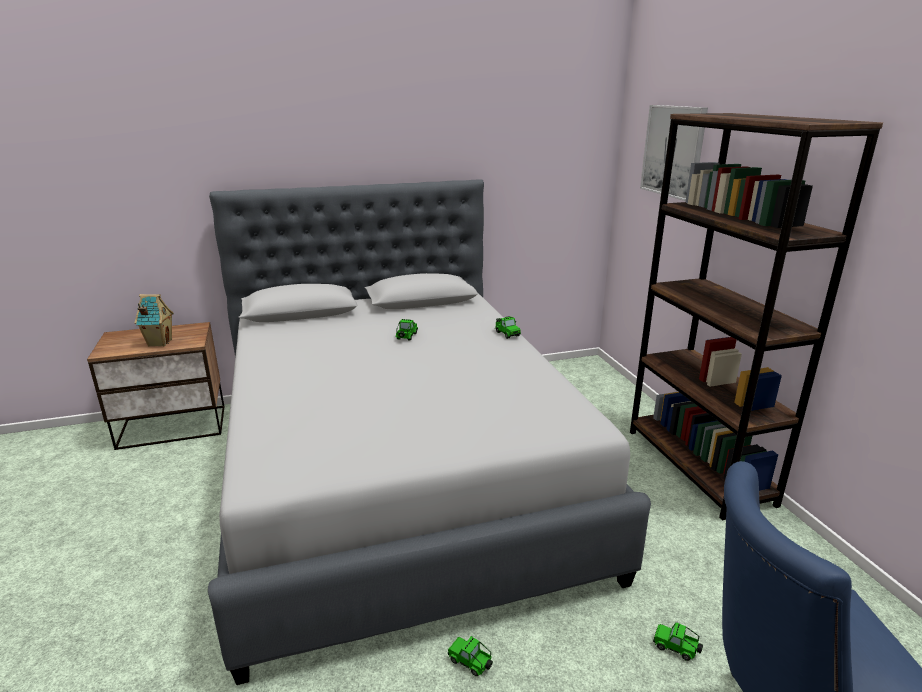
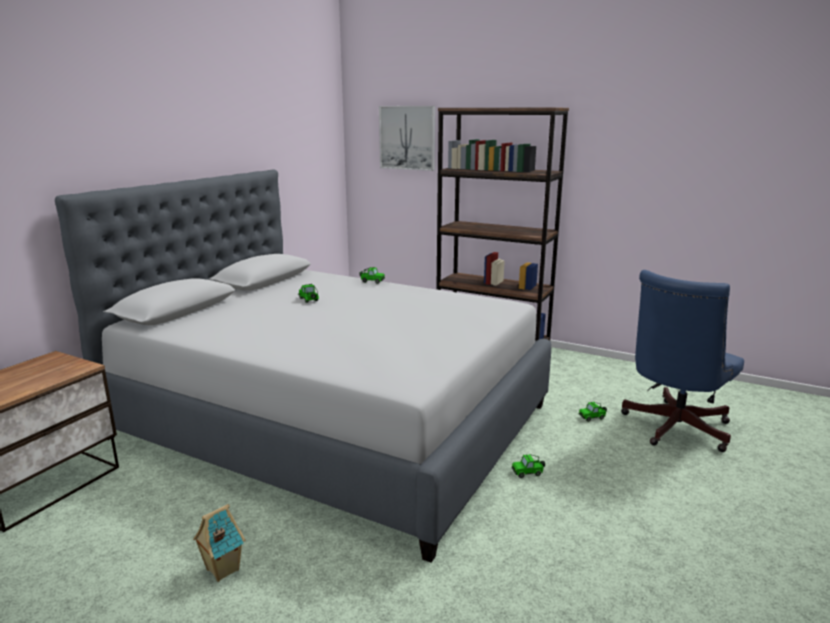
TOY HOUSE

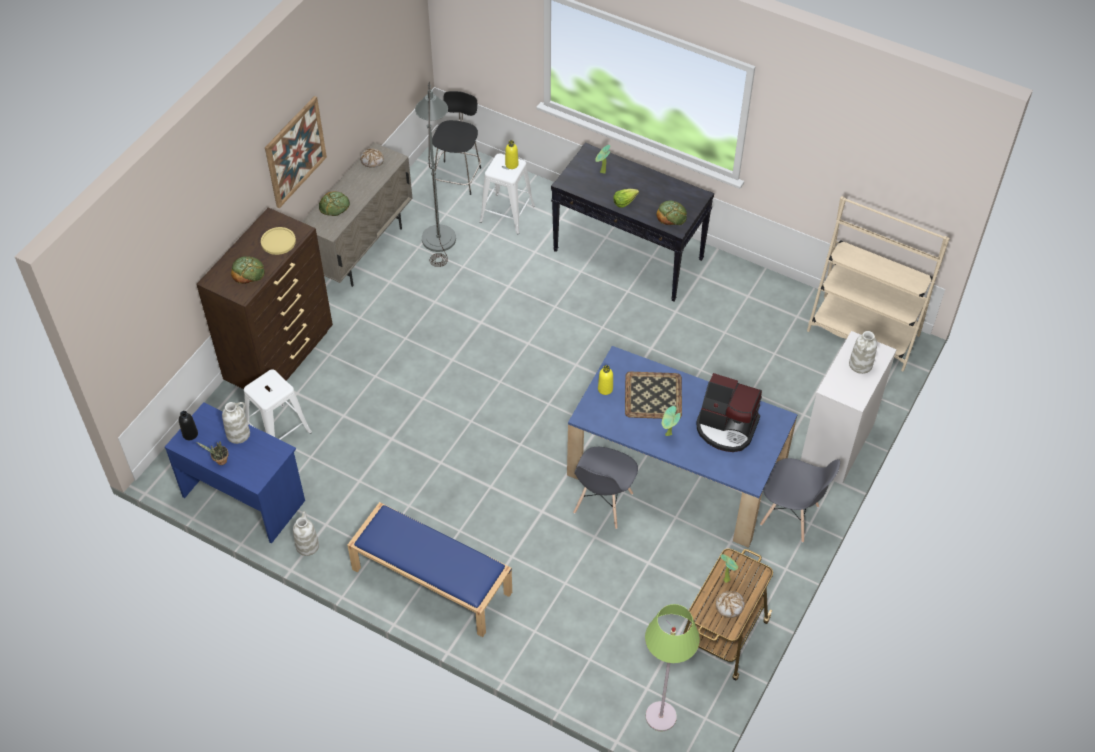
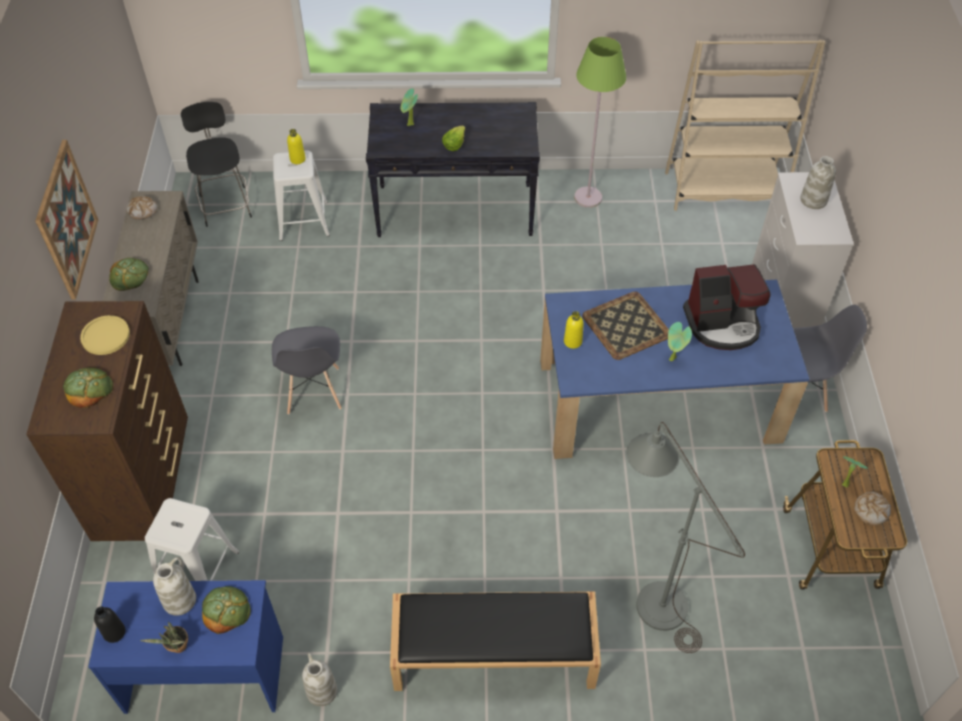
GREYISH STANDING LAMP; BAKED BREAD (4th from left); GREYISH UPRIGHT CHAIR (1st from left); BLACK LONG SEAT; GREEN-COLOURED STANDING LAMP

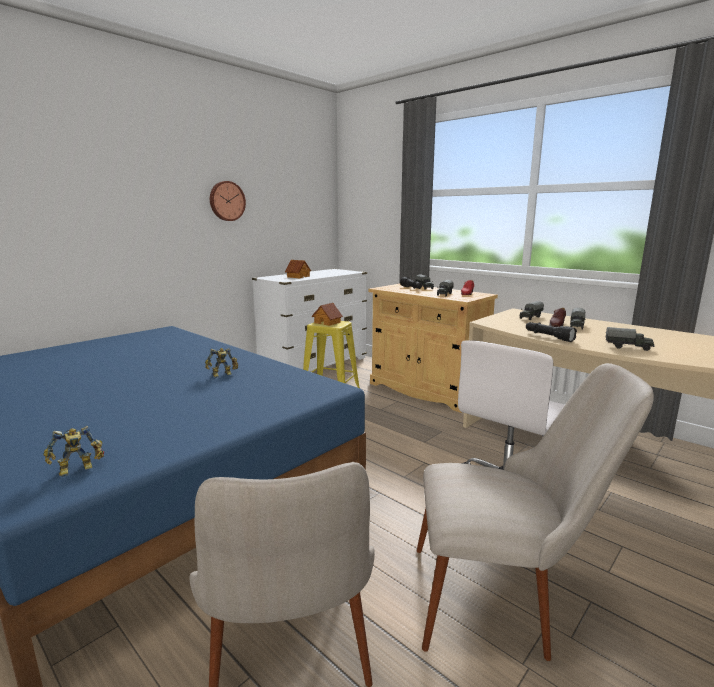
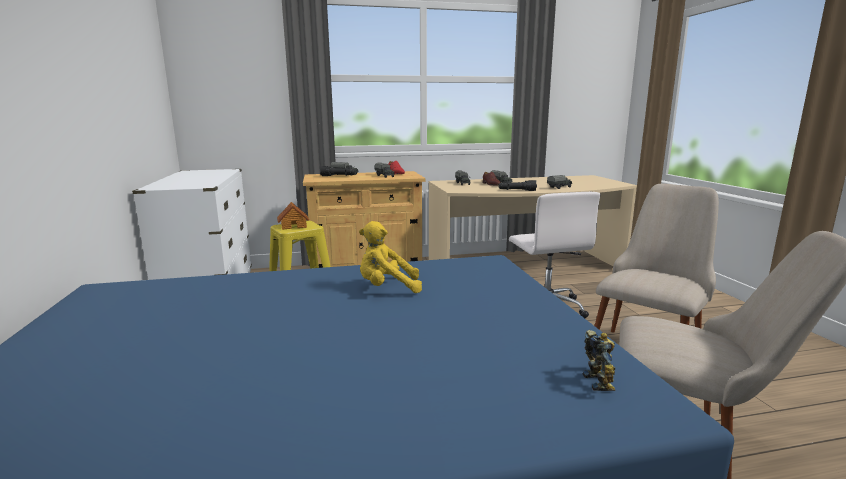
HANGING CLOCK; TOY HOUSE (1st from left in the first image); YELLOW-COLOURED PLUSH TOY

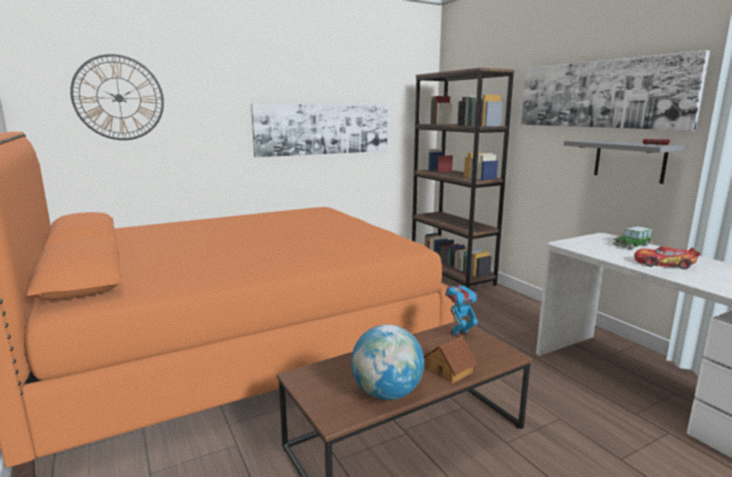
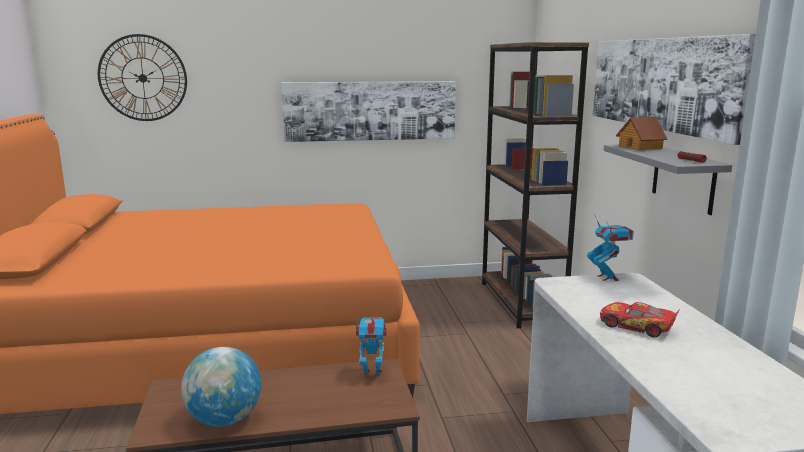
MINIATURE CAR (1st from left in the first image); TOY HOUSE; ROBOT FIGURE (2nd from left)

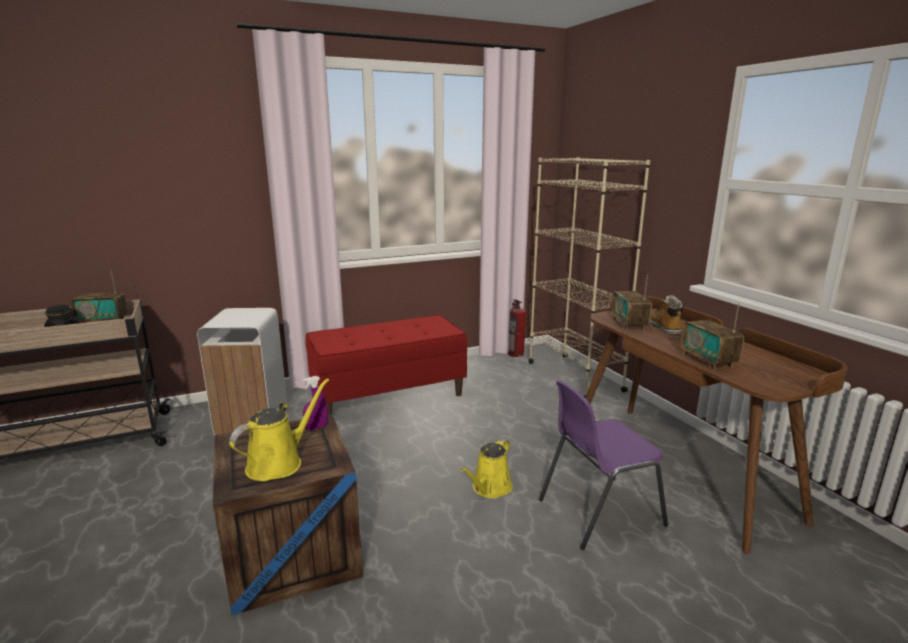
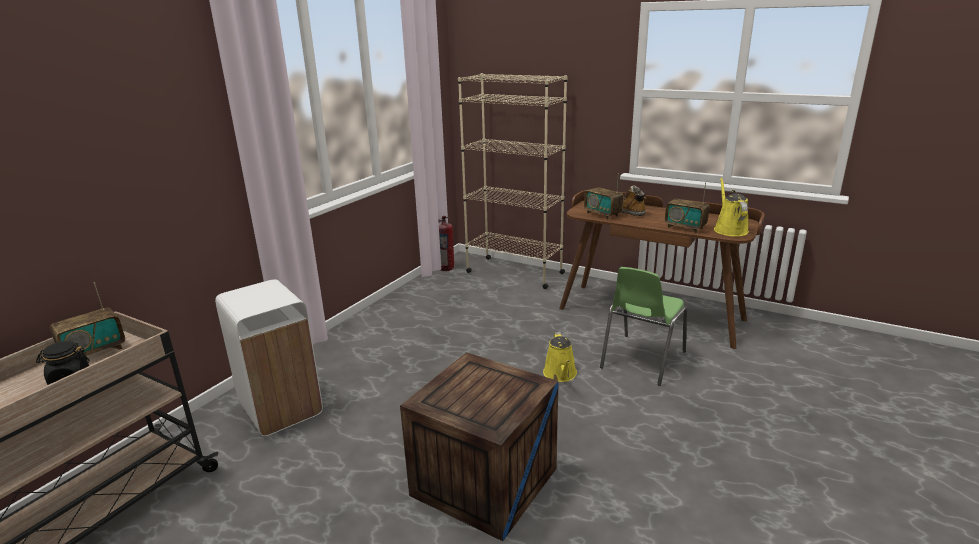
REDDISH LONG SEAT; PURPLISH SPRAY BOTTLE; YELLOW-COLOURED WATERING CAN (2nd from left); GREEN-COLOURED UPRIGHT CHAIR

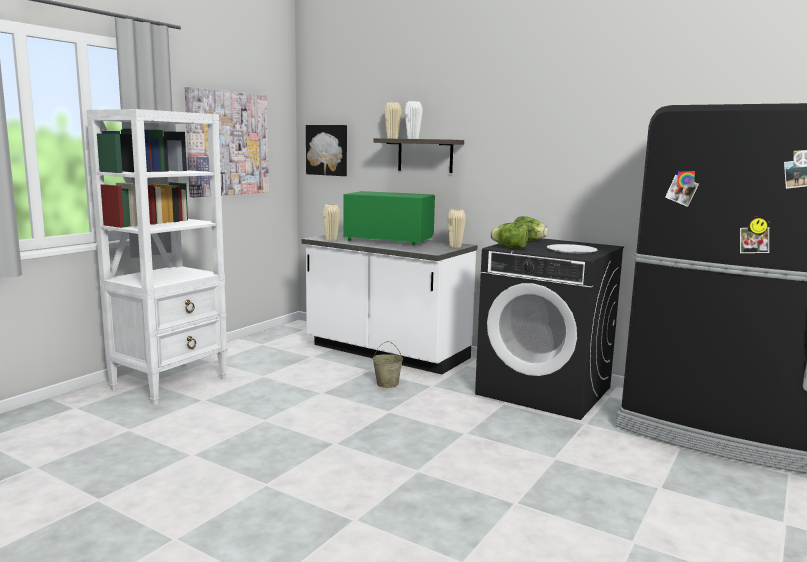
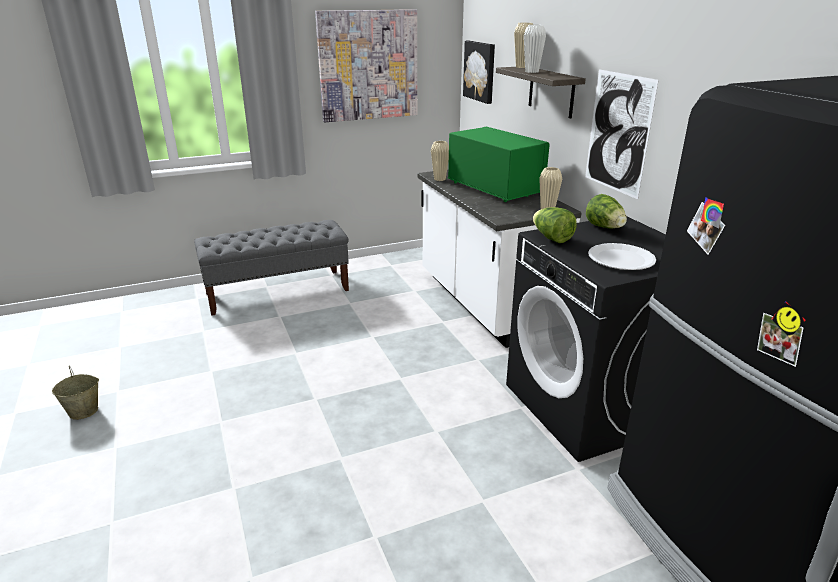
GREYISH LONG SEAT; SAND-COLOURED PAIL; WALL PICTURE (3rd from left)

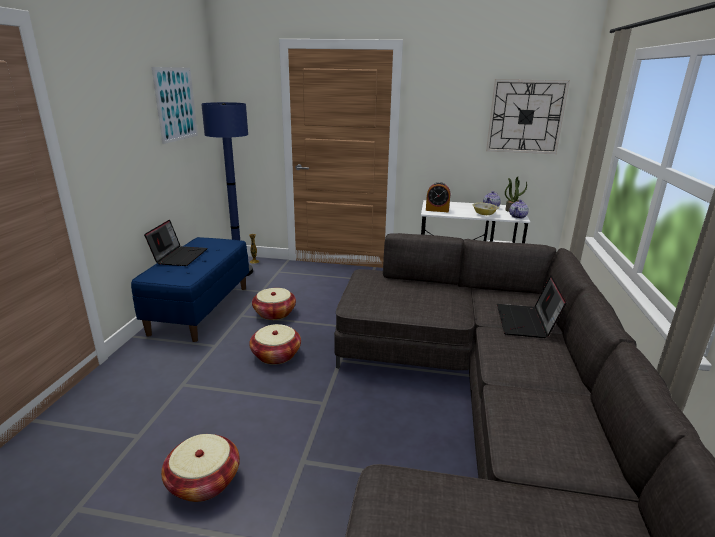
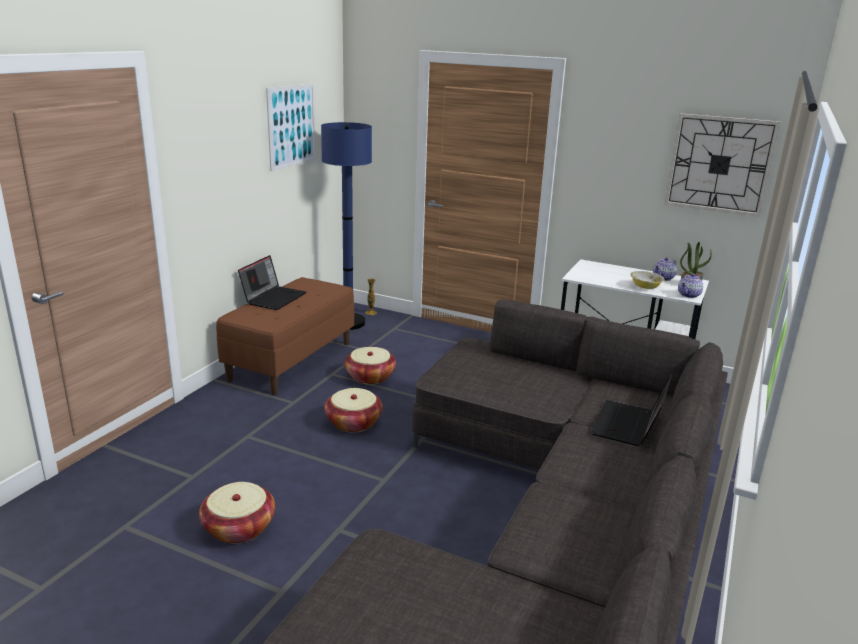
TABLE CLOCK; BROWNISH LONG SEAT

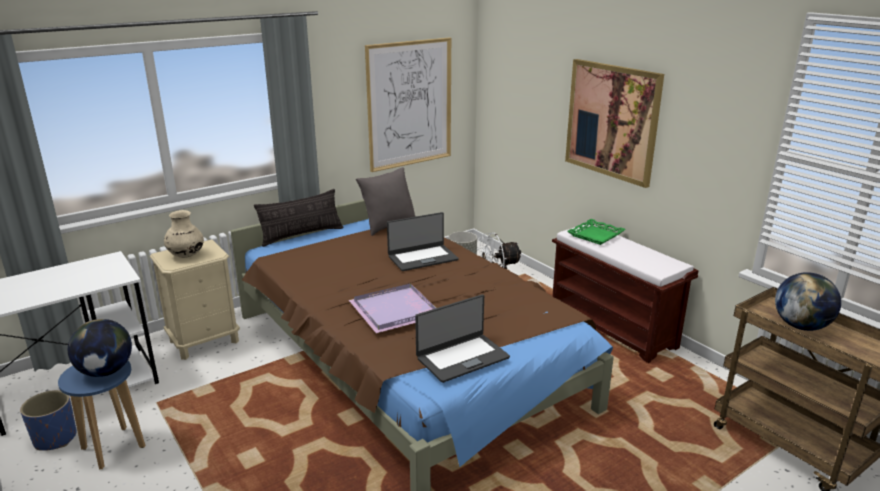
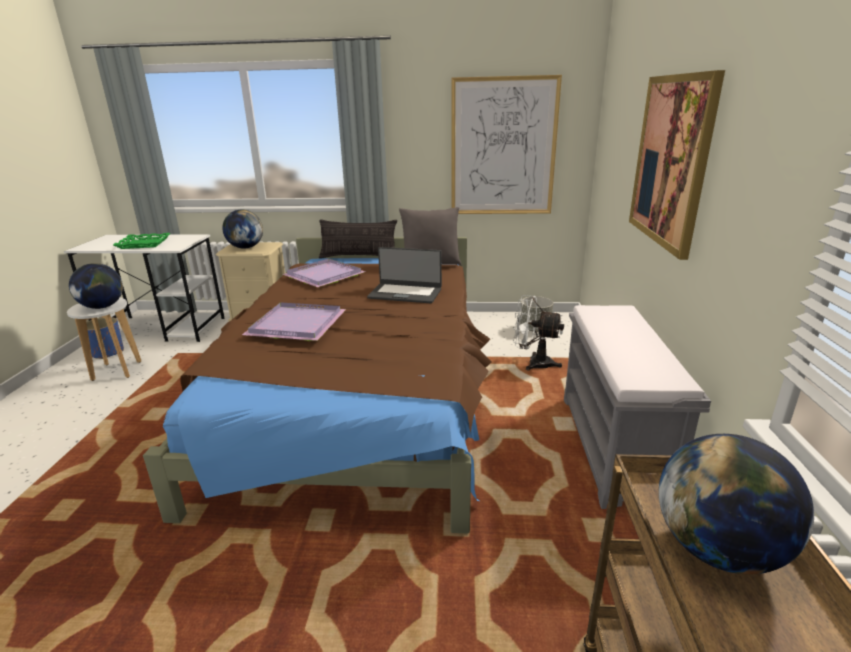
GLOBE (2nd from left); GREEN-COLOURED TRAY; GREYISH LONG SEAT; PORTABLE COMPUTER (2nd from left in the first image); WHITE-COLOURED STOOL; PURPLISH TRAY (2nd from left)

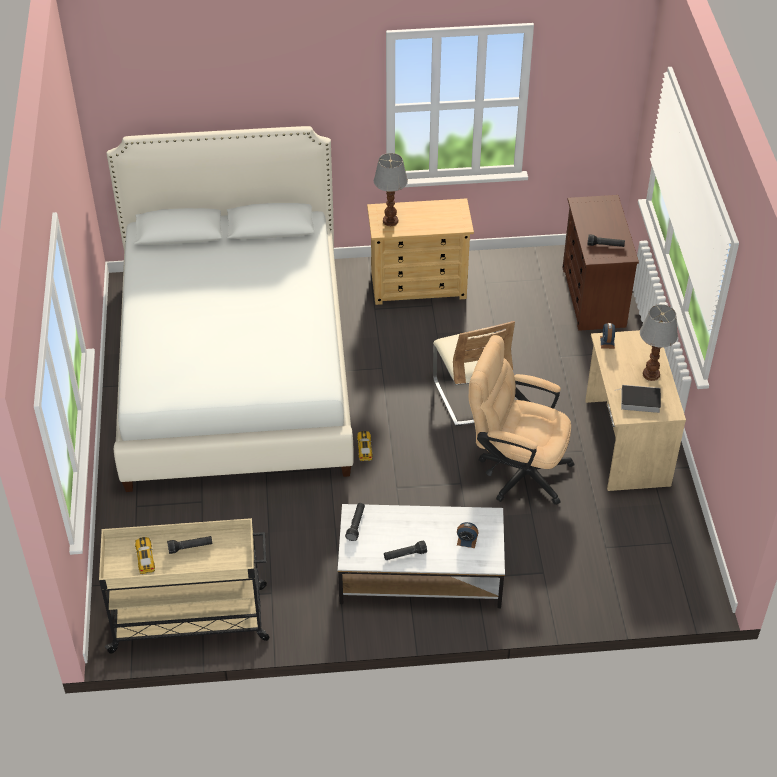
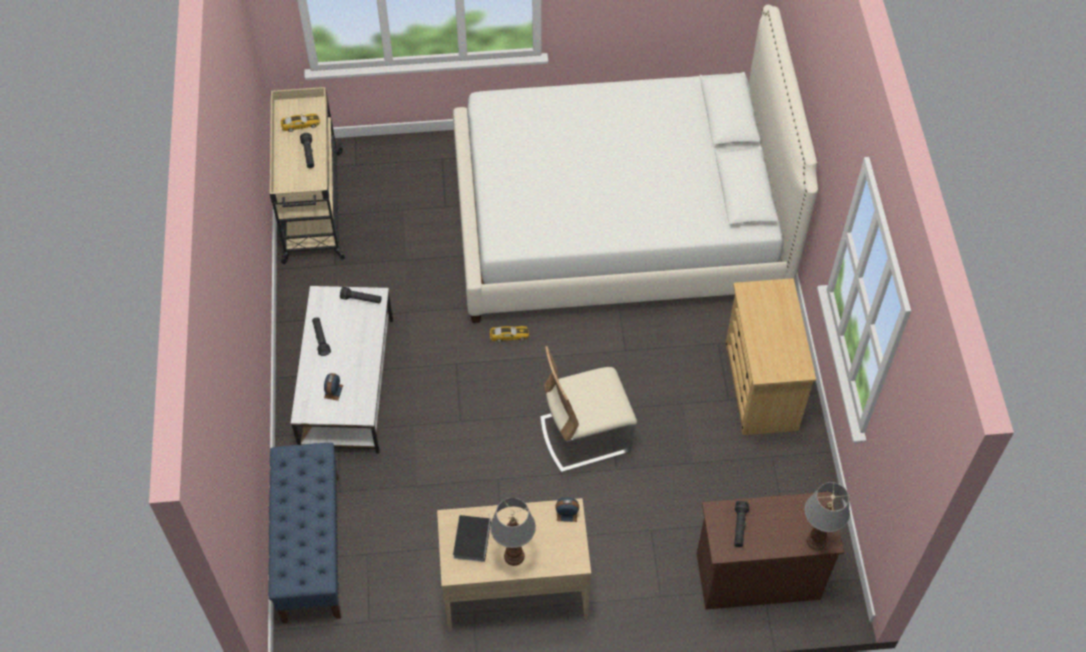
TABLETOP LAMP (2nd from left); SAND-COLOURED OFFICE CHAIR; BLUE LONG SEAT

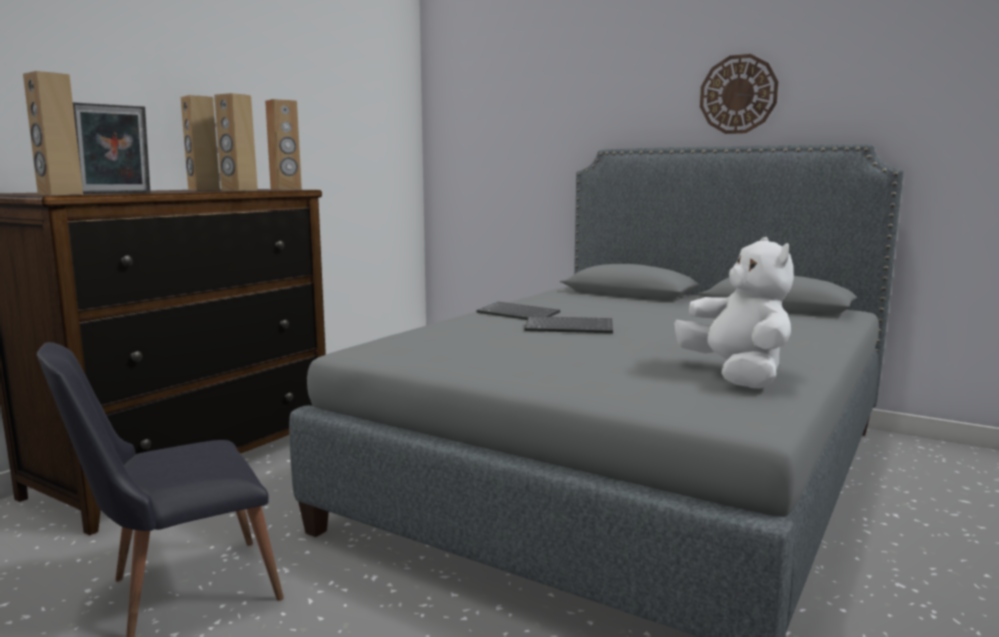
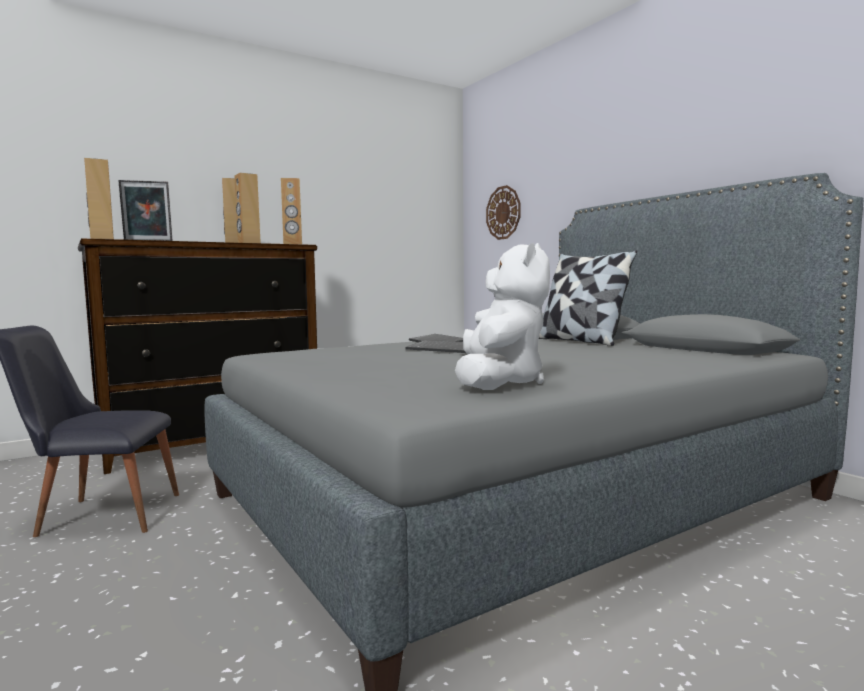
HANGING CLOCK; PILLOW

